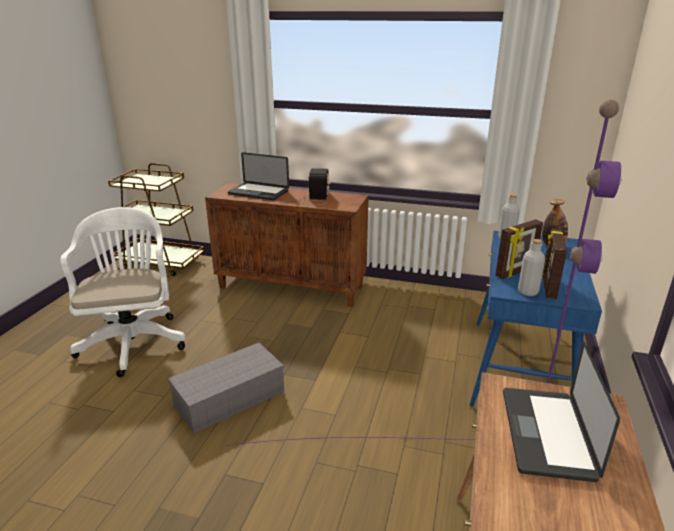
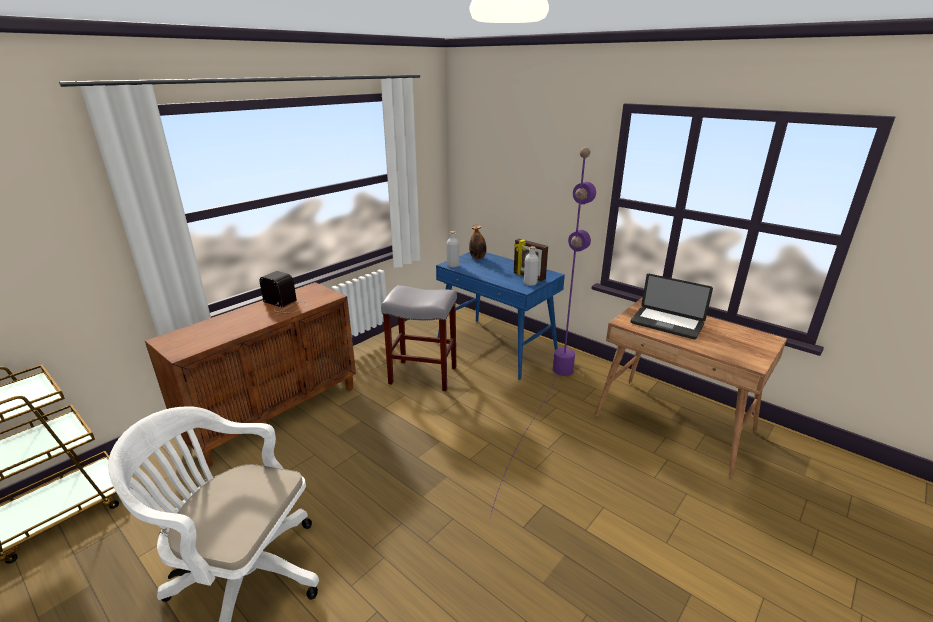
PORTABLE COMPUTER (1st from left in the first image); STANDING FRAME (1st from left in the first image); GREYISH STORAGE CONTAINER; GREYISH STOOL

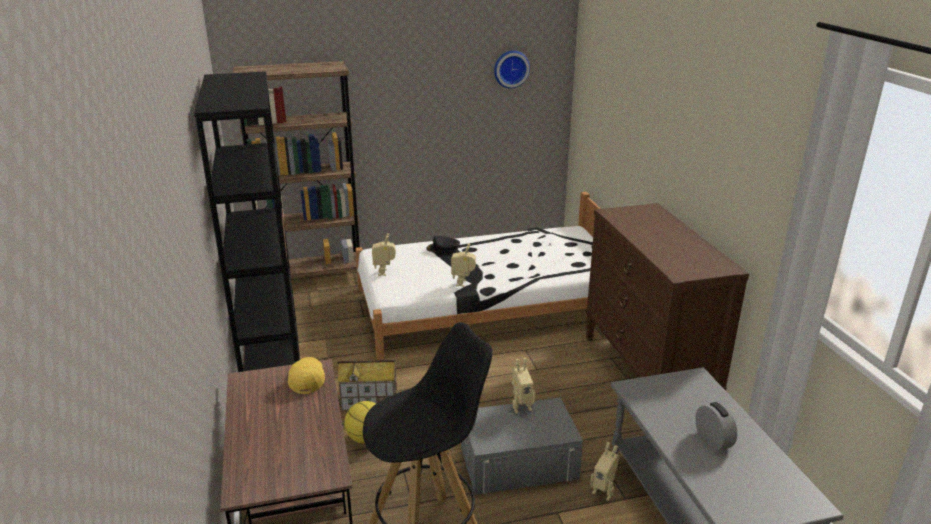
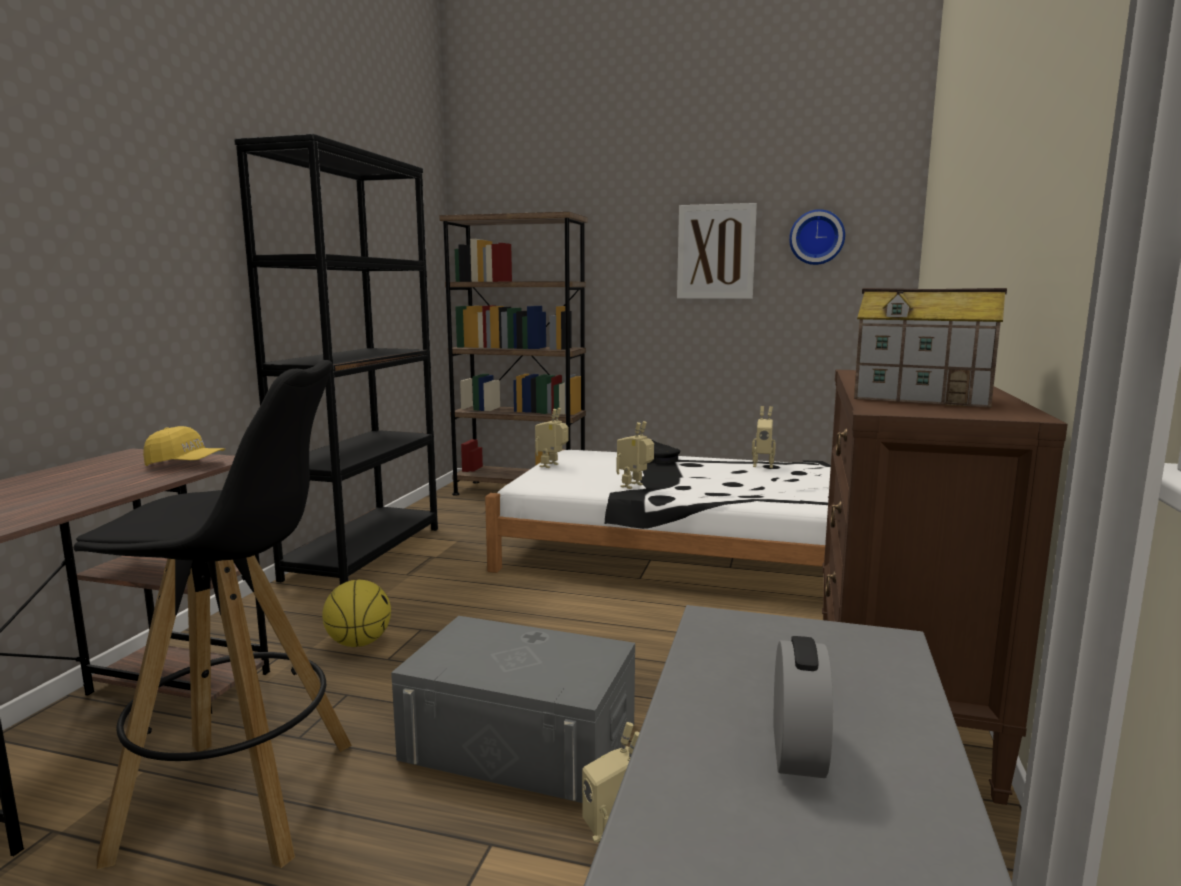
YELLOW-COLOURED BASEBALL CAP; ROBOT FIGURE (4th from left); TOY HOUSE; WALL PICTURE

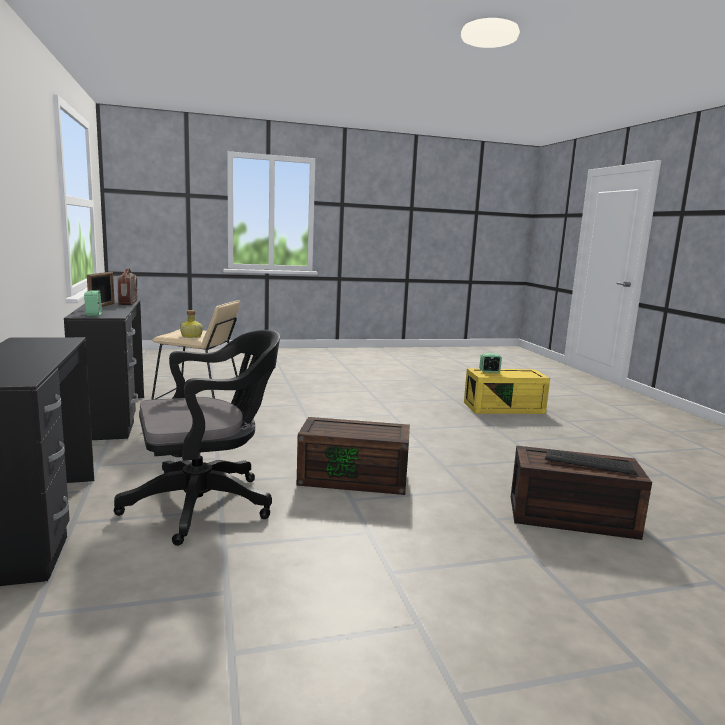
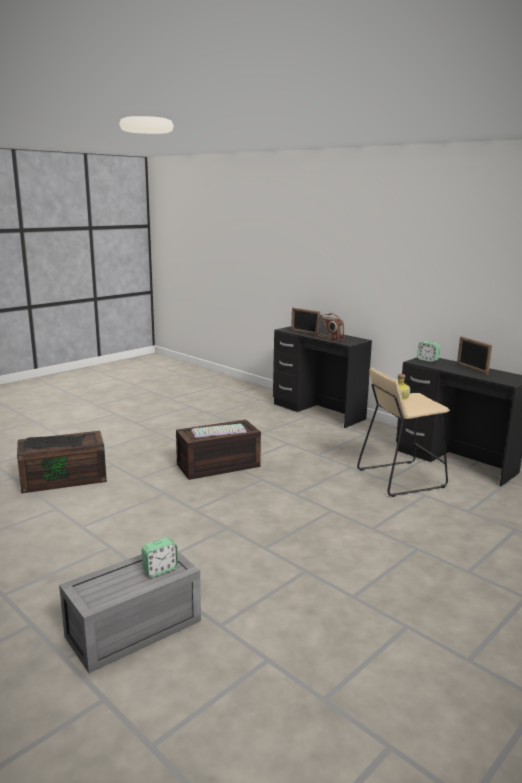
RADIO RECEIVER; BLACK OFFICE CHAIR; GREYISH STORAGE CONTAINER; STANDING FRAME (1st from left); PC KEYBOARD (2nd from left)

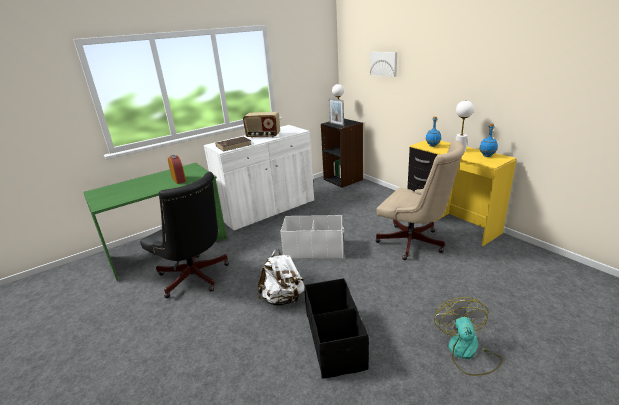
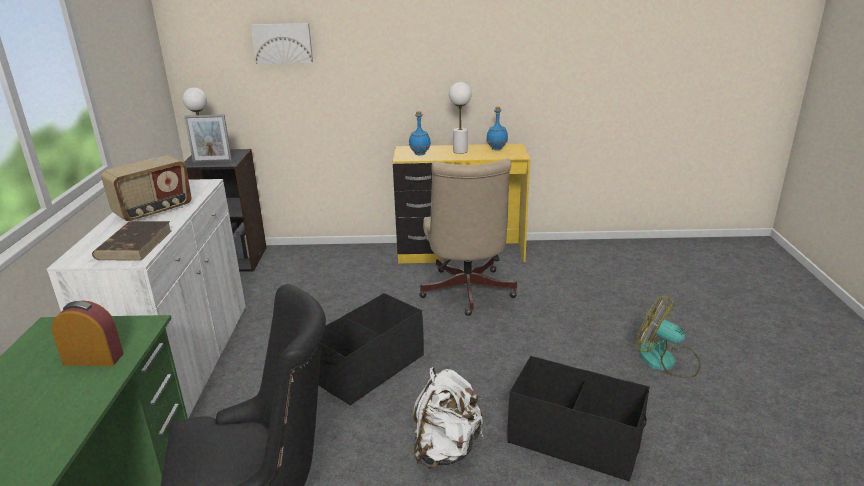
SAND-COLOURED OFFICE CHAIR; BLACK STORAGE CONTAINER (1st from left)

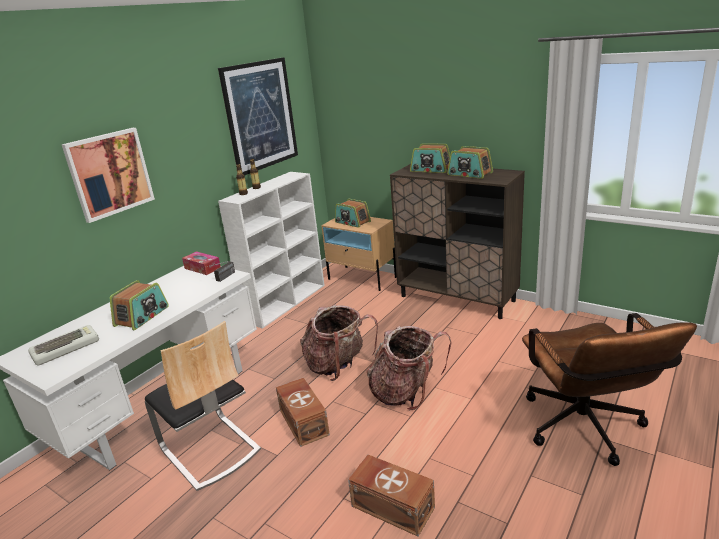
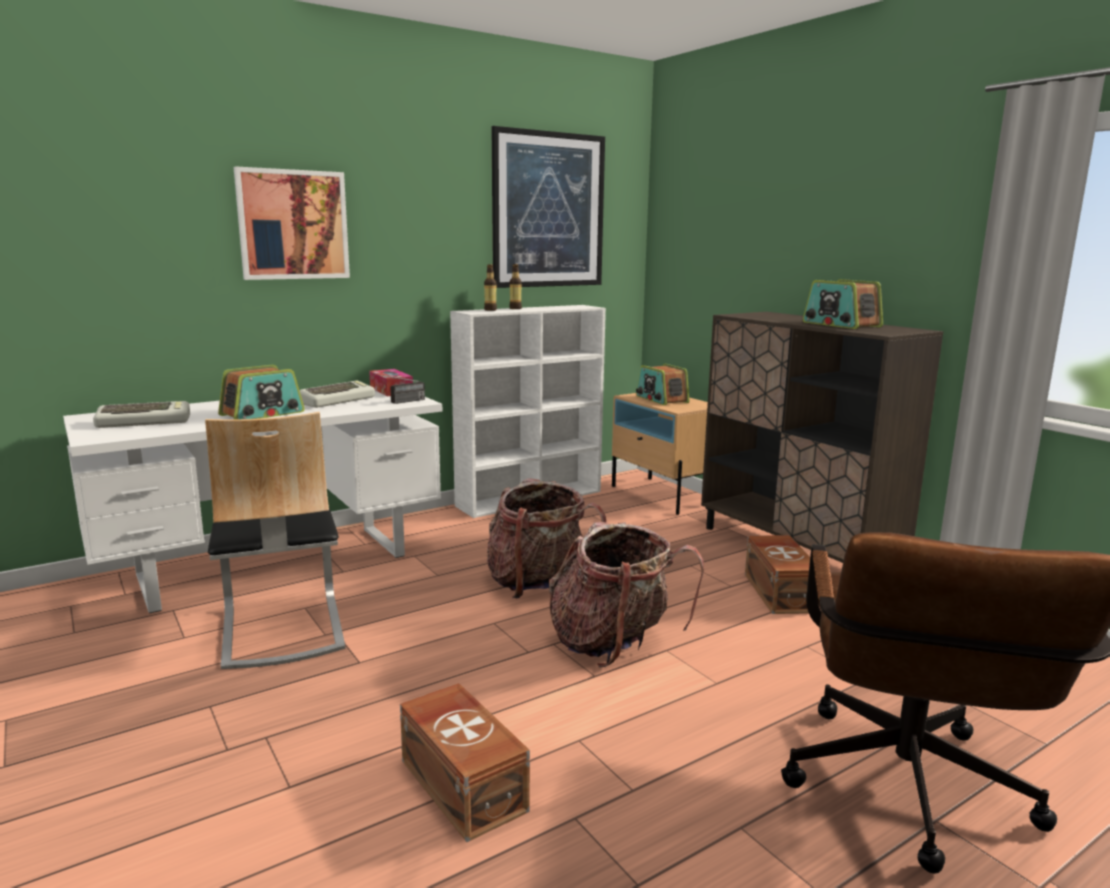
RADIO RECEIVER (4th from left in the first image); BROWNISH STORAGE CONTAINER (2nd from left); PC KEYBOARD (2nd from left)

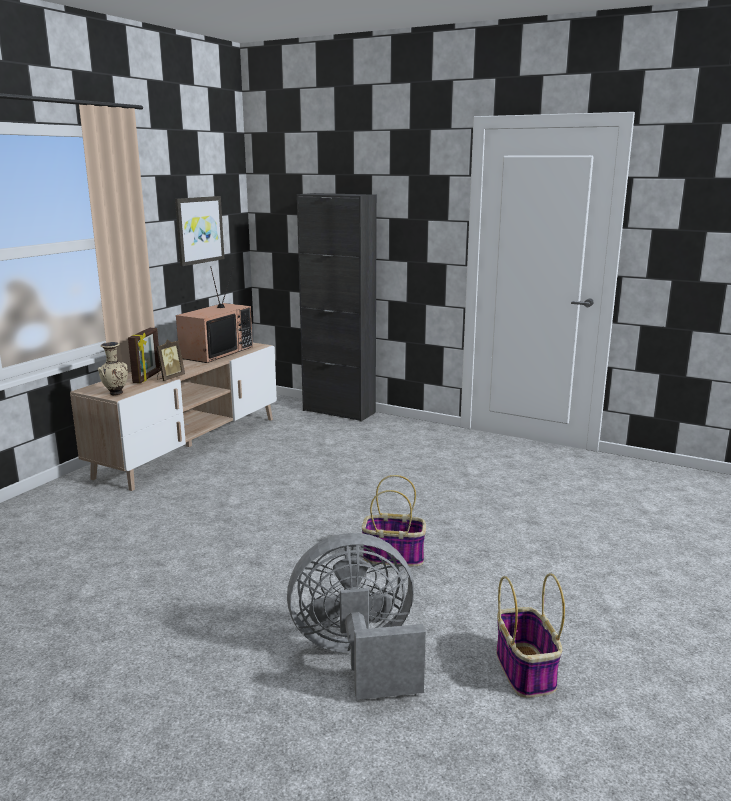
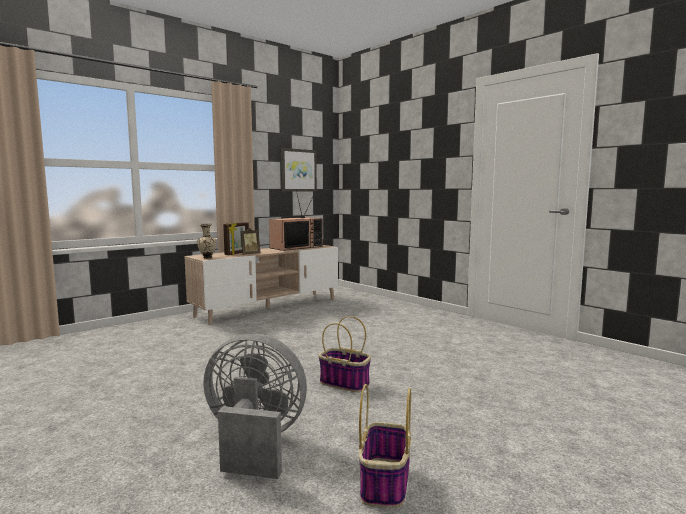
BLACK STORAGE CABINET

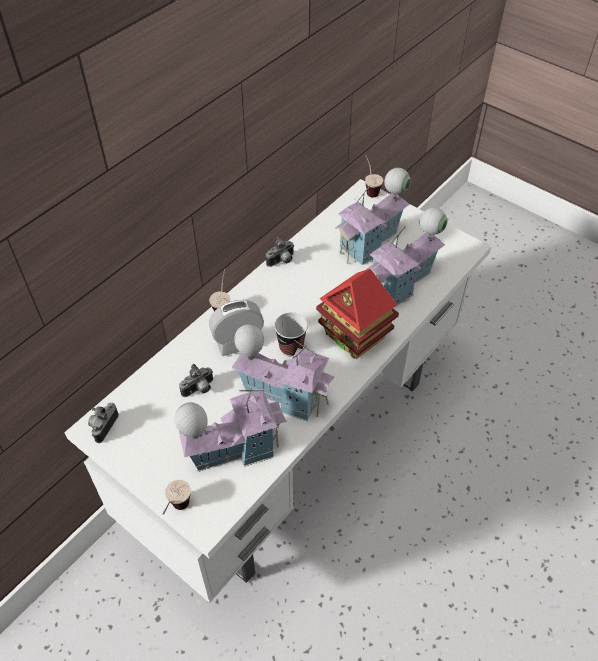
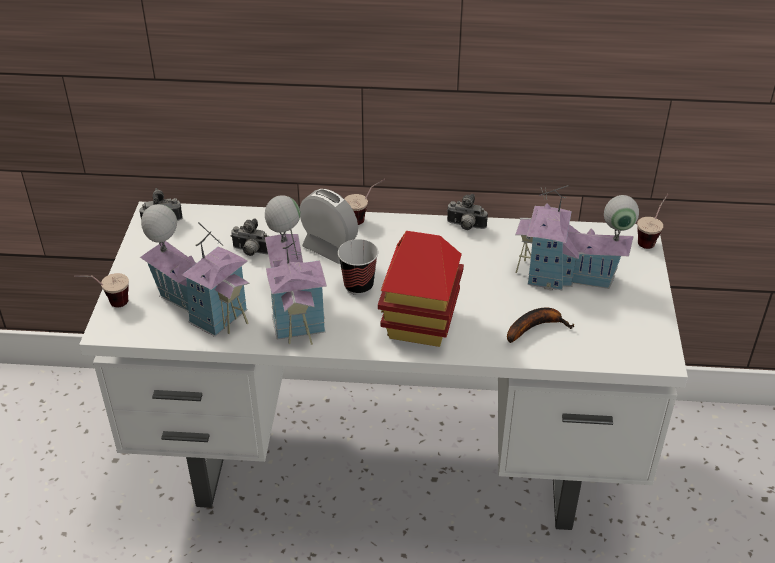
BANANA FRUIT

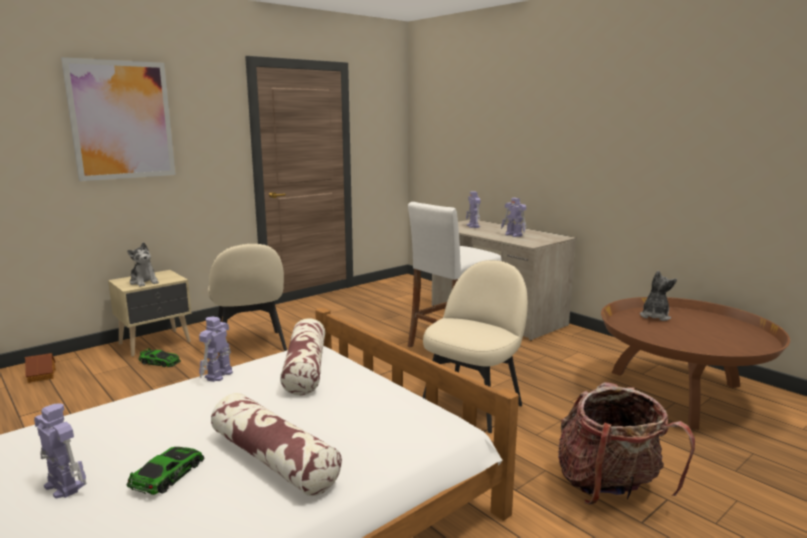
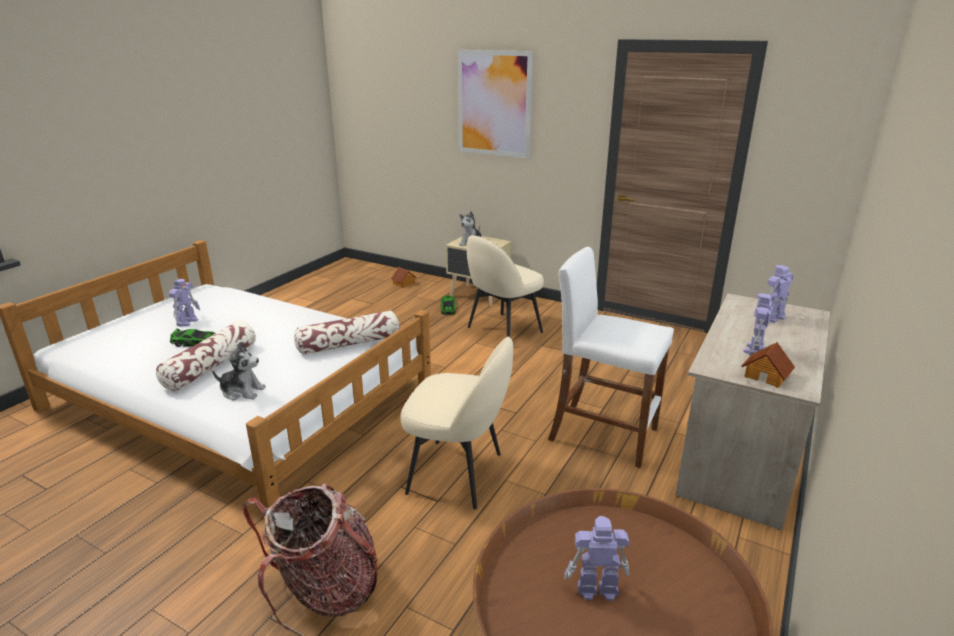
PLUSH TOY (1st from left); ROBOT FIGURE (2nd from left); TOY HOUSE (2nd from left)

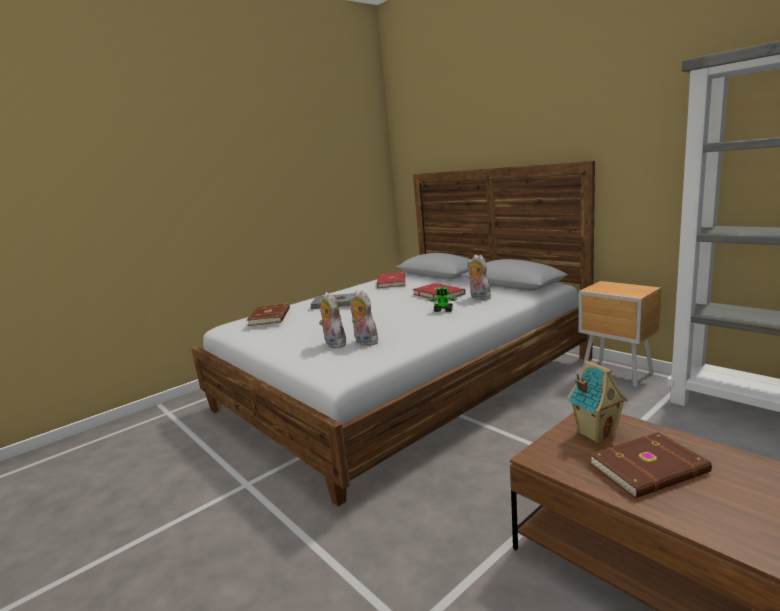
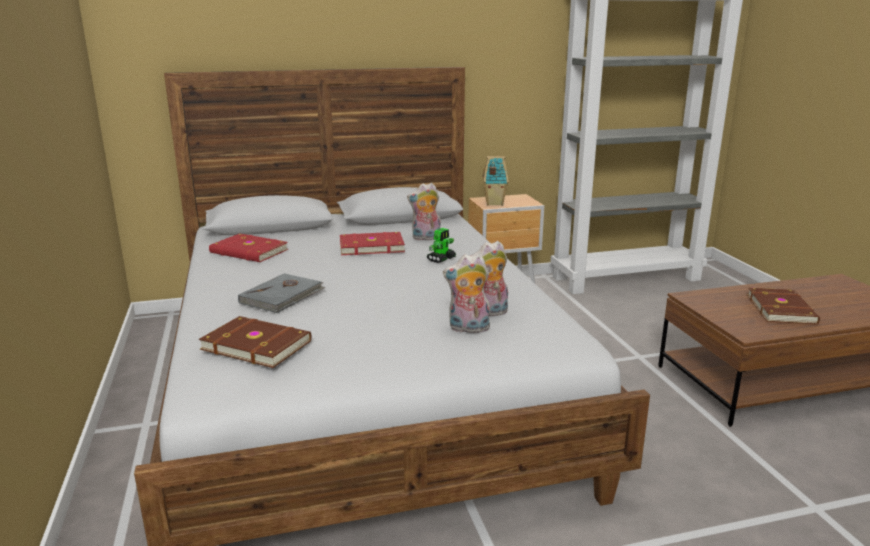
TOY HOUSE

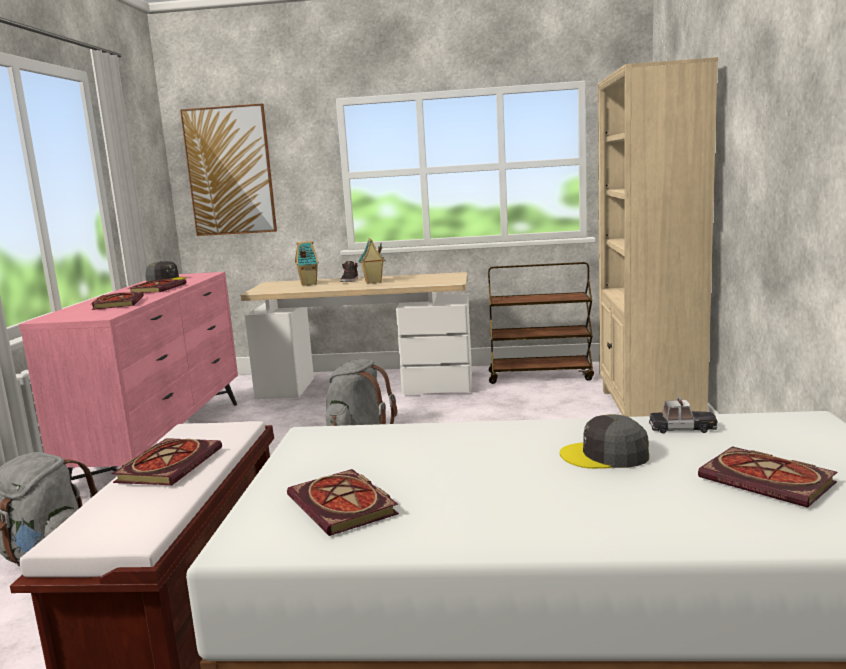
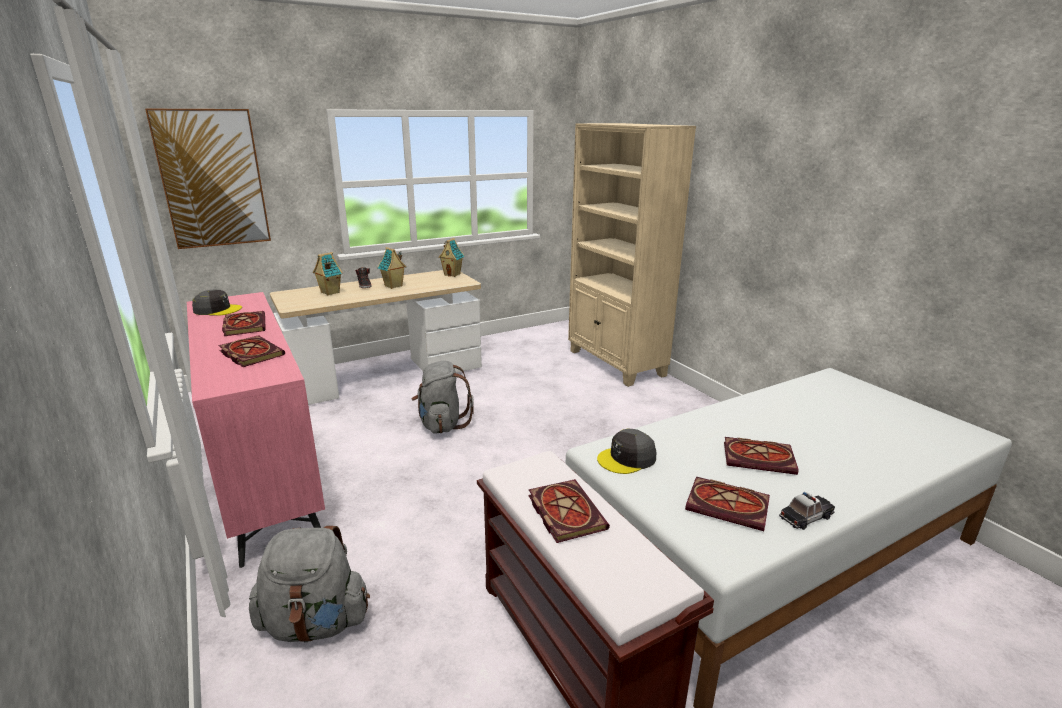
BROWNISH CART; MINIATURE CAR; GREYISH BASEBALL CAP (2nd from left); BOOK (5th from left); TOY HOUSE (3rd from left)

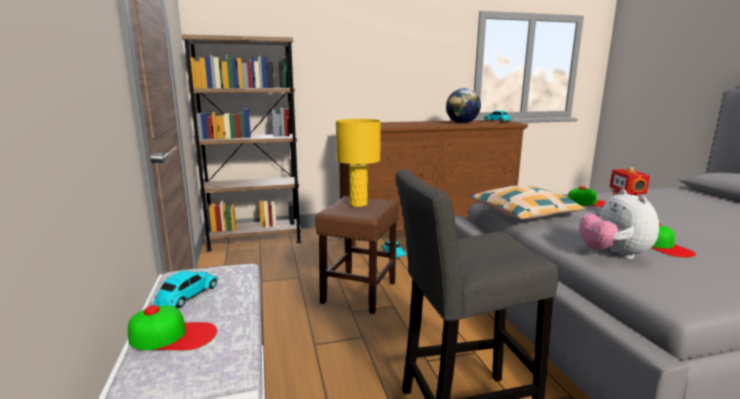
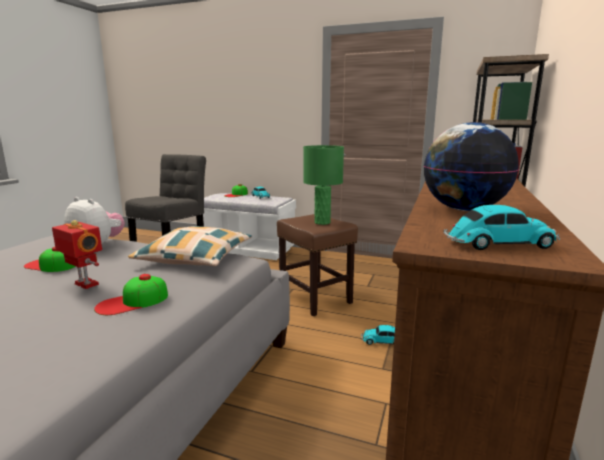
GREEN-COLOURED TABLETOP LAMP

